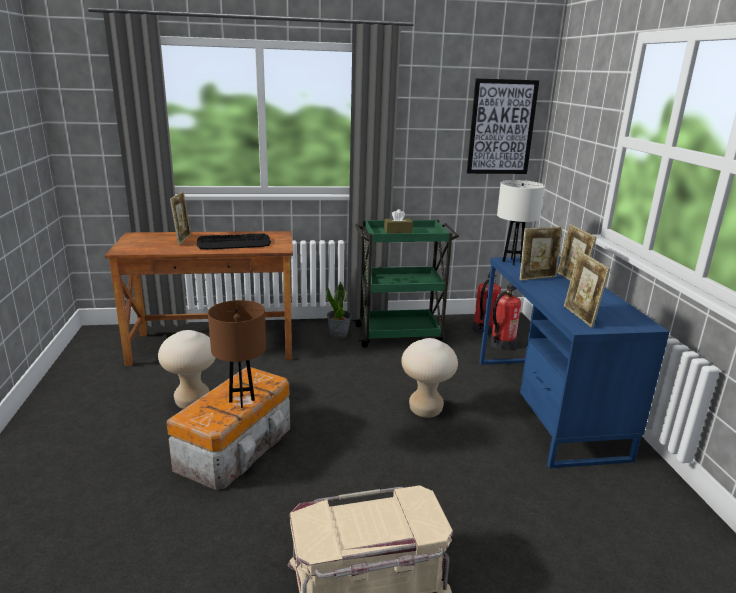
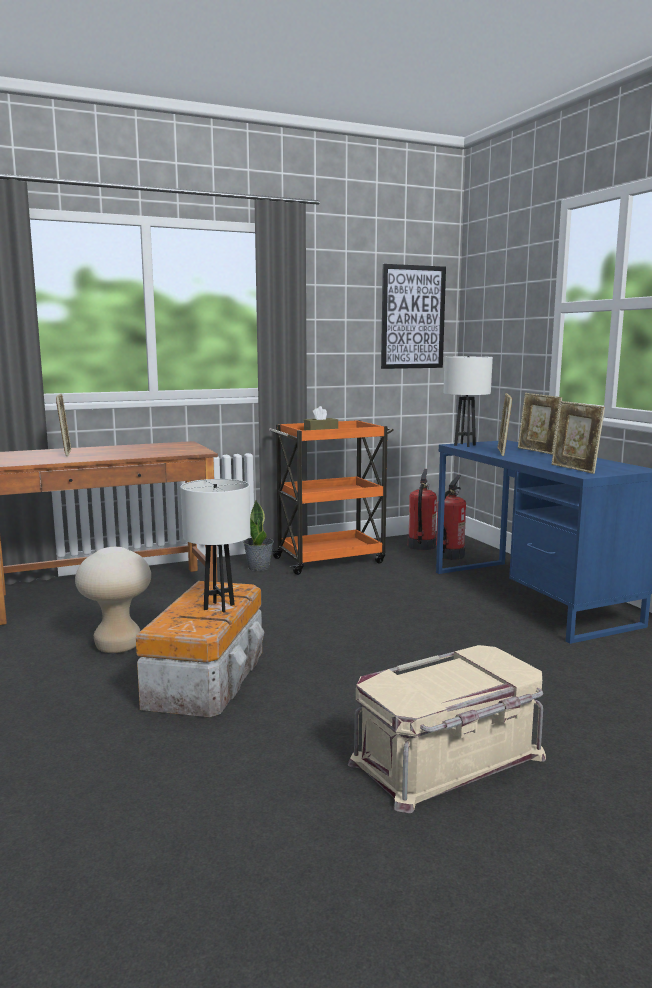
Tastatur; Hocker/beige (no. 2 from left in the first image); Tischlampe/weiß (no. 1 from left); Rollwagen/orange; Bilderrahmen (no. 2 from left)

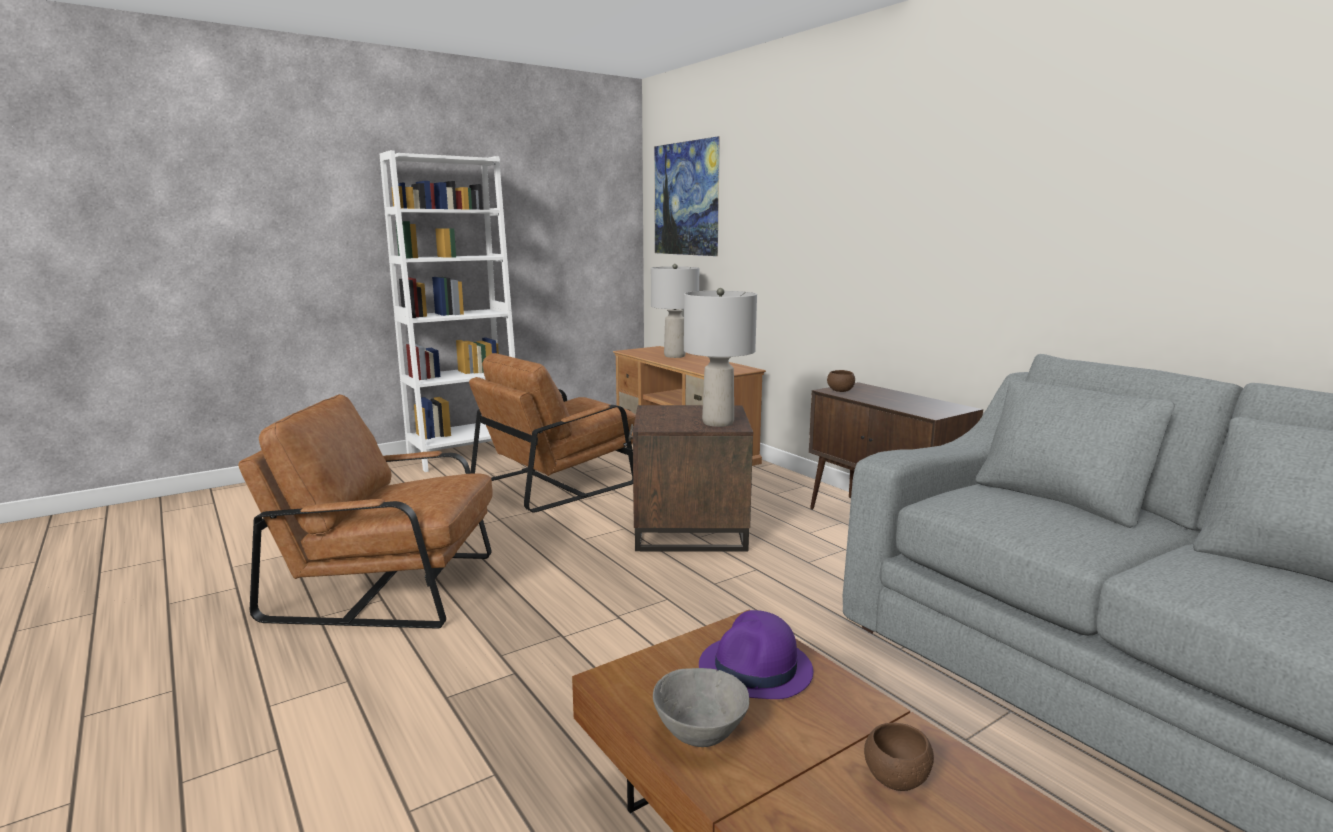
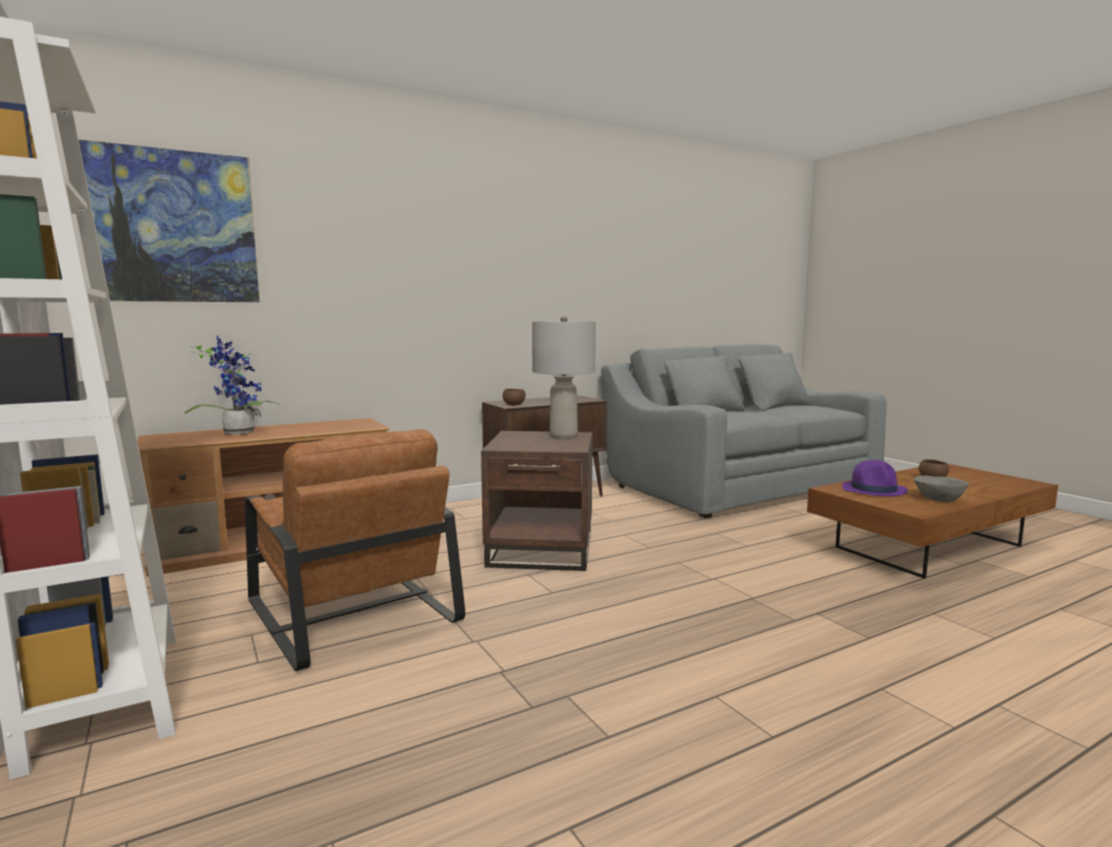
Sessel/braun (no. 1 from left in the first image); Topfpflanze

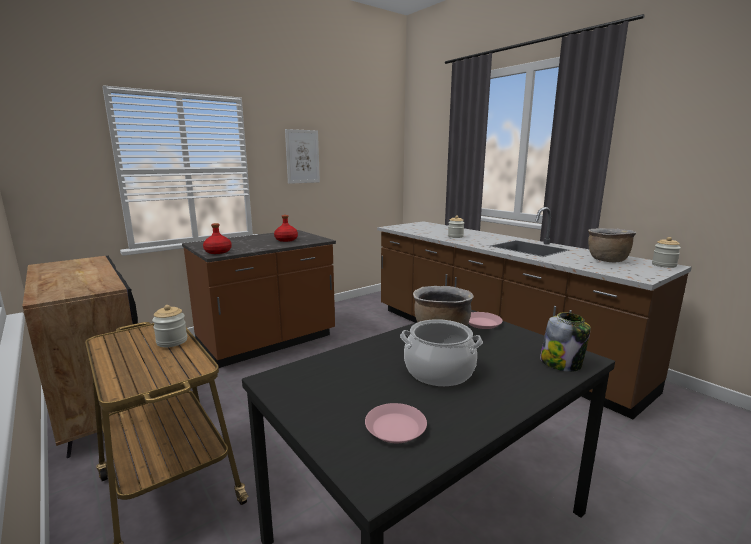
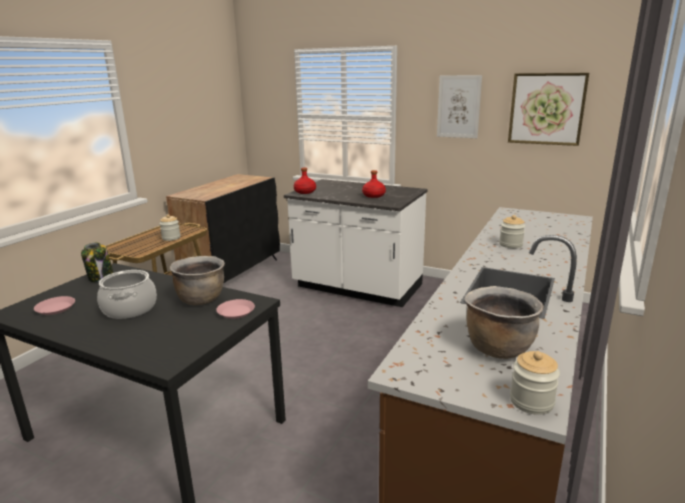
Bild (no. 2 from left); Vorratsglas (no. 1 from left); Küchenzeile/weiß

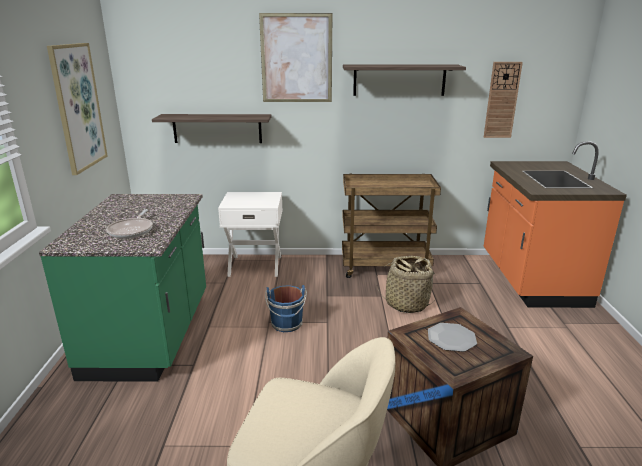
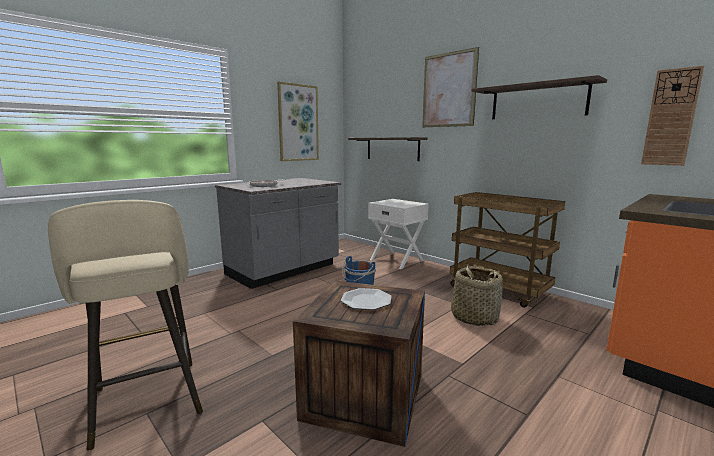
Küchenzeile/grau

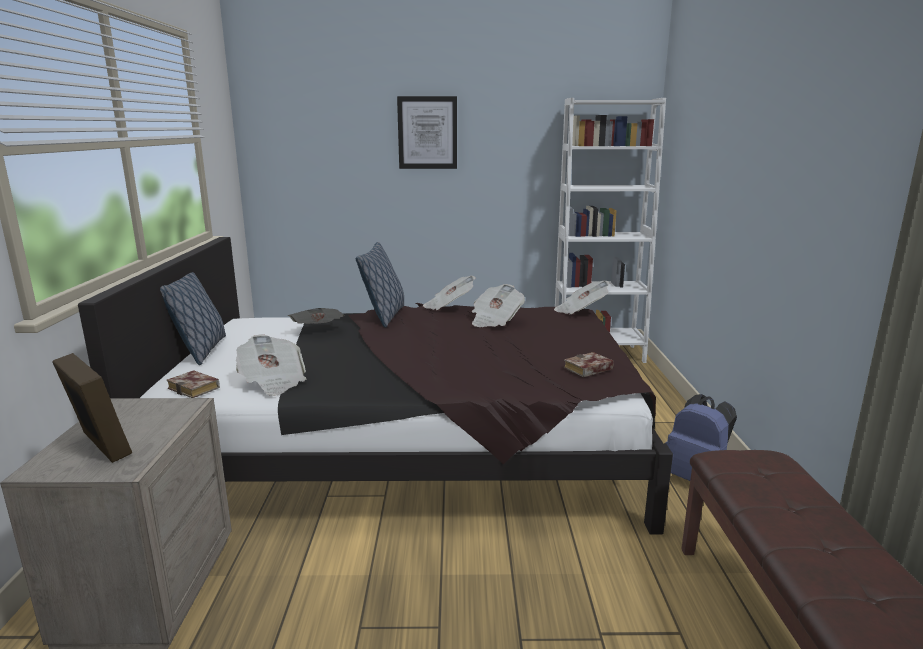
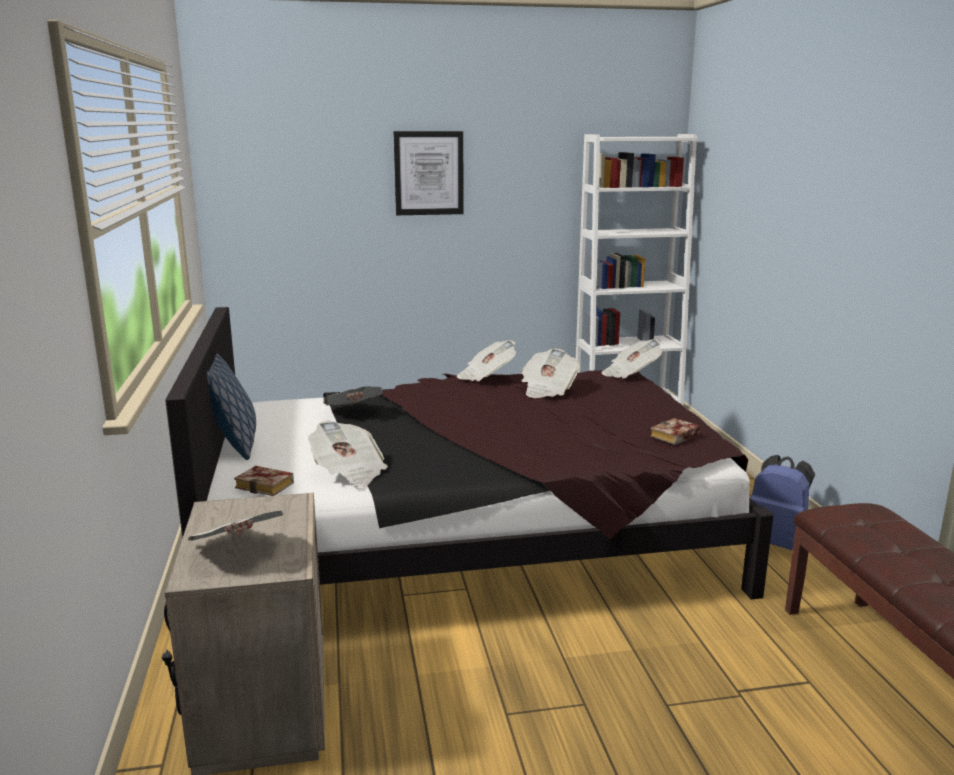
Kissen (no. 2 from left in the first image); Zeitung (no. 1 from left)

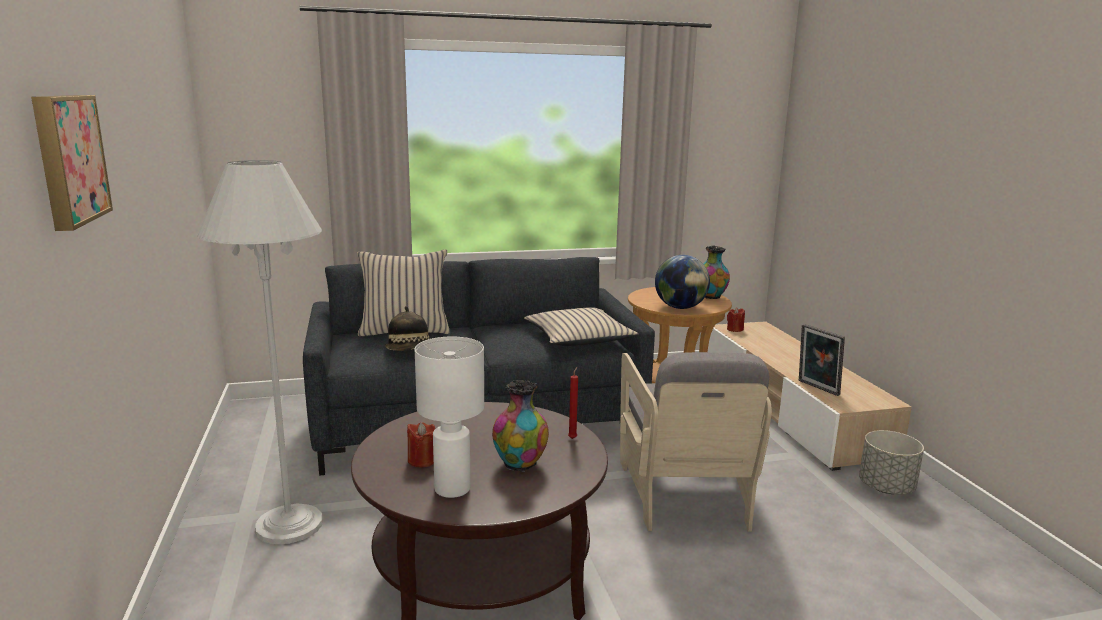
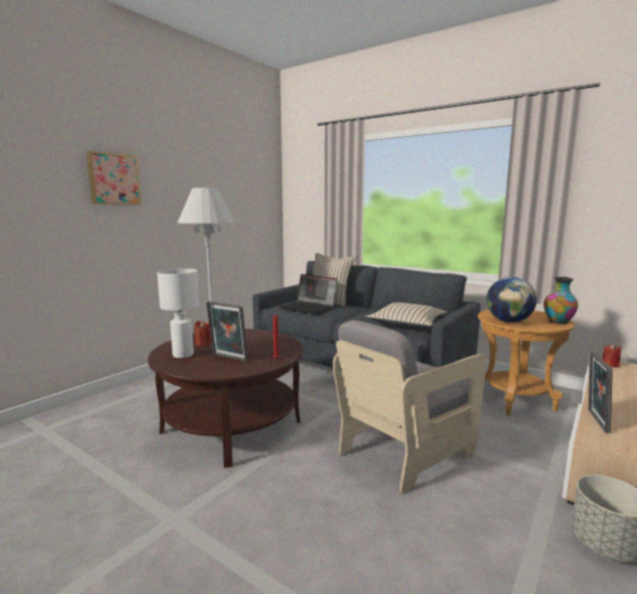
Laptop; Bilderrahmen (no. 1 from left)

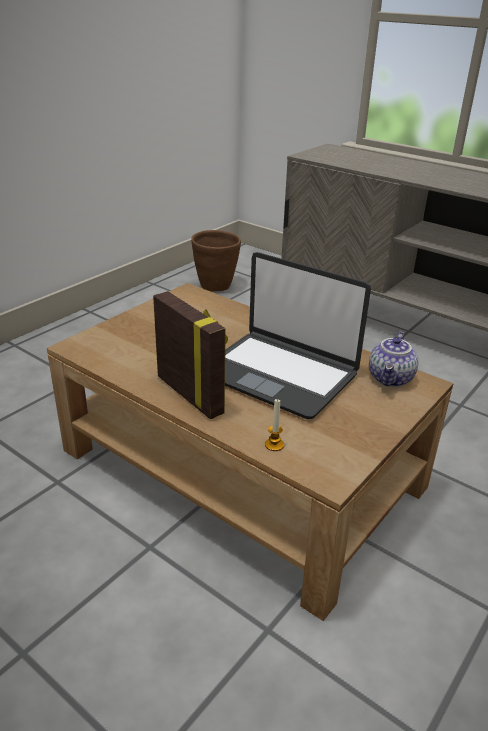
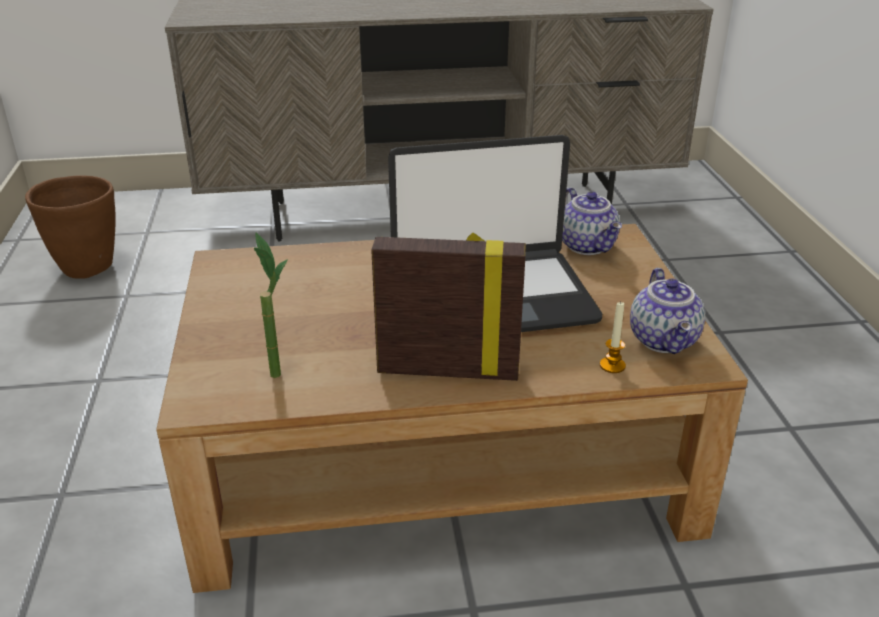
Topfpflanze; Teekanne (no. 2 from left)

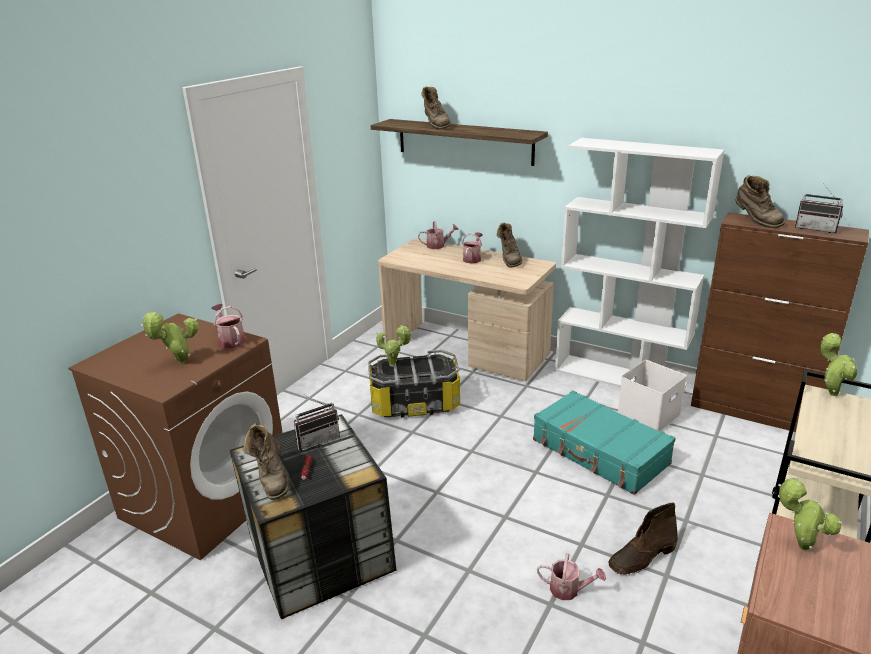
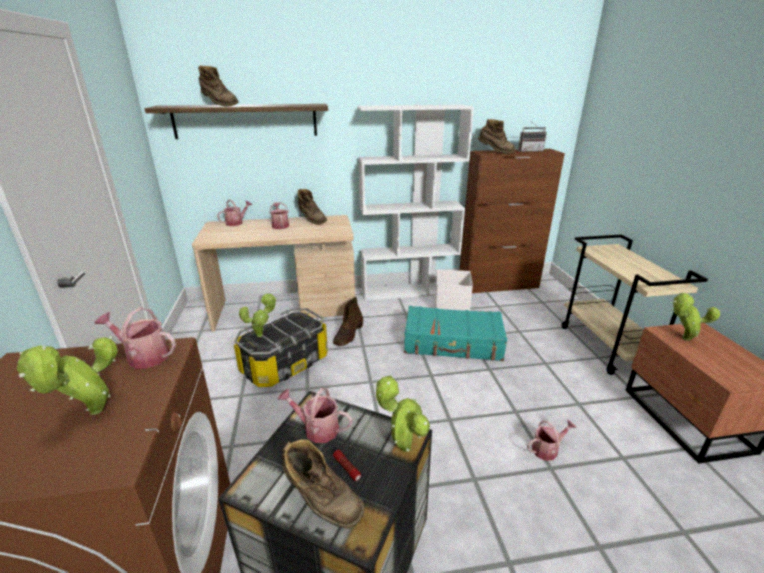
Stiefel/braun (no. 4 from left); Topfpflanze (no. 3 from left); Gießkanne (no. 4 from left)

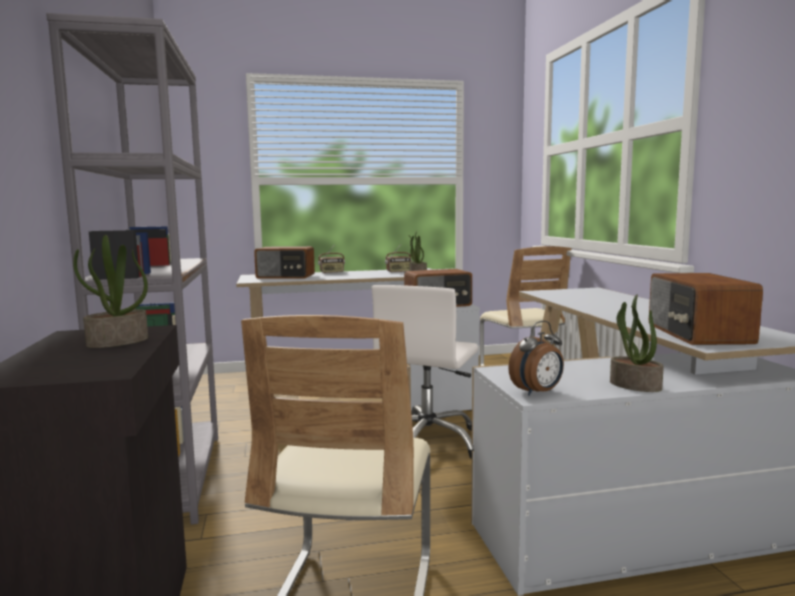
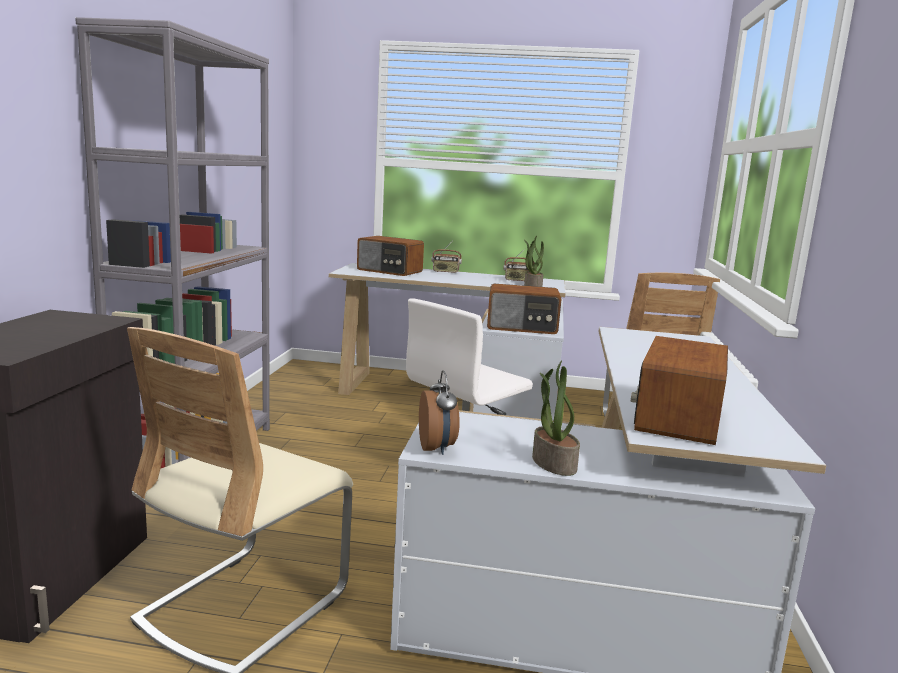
Topfpflanze (no. 1 from left in the first image); Wecker

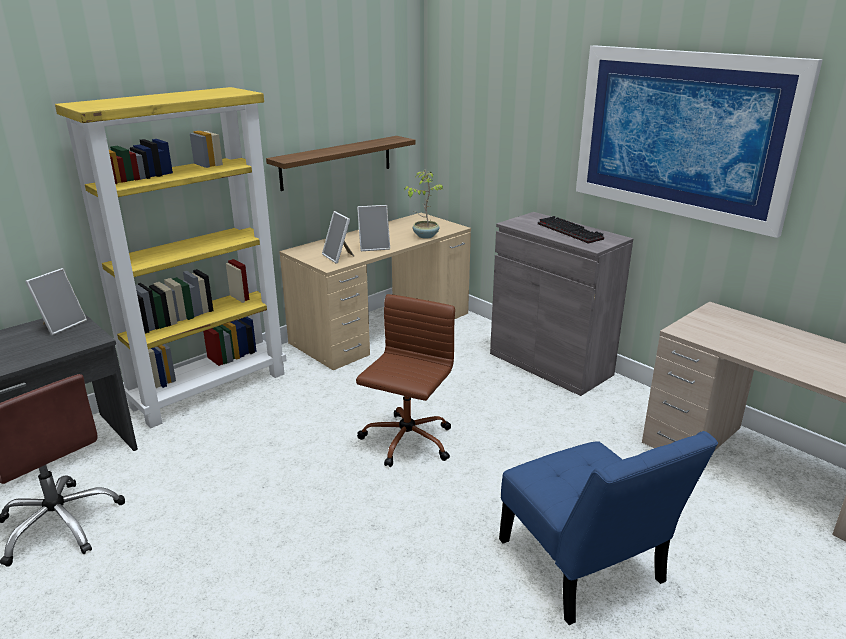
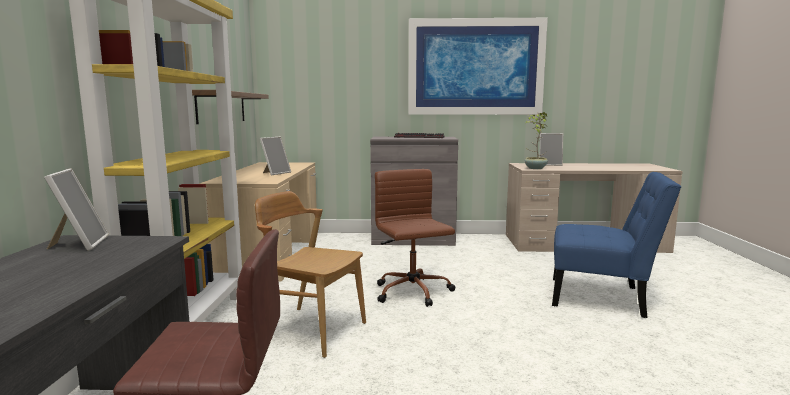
Stuhl/braun; Bilderrahmen (no. 3 from left); Topfpflanze

